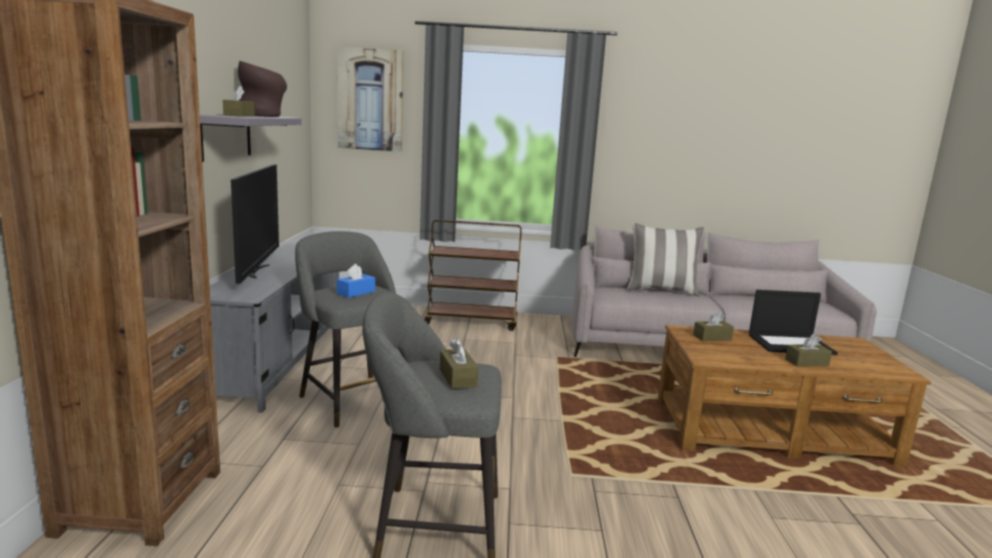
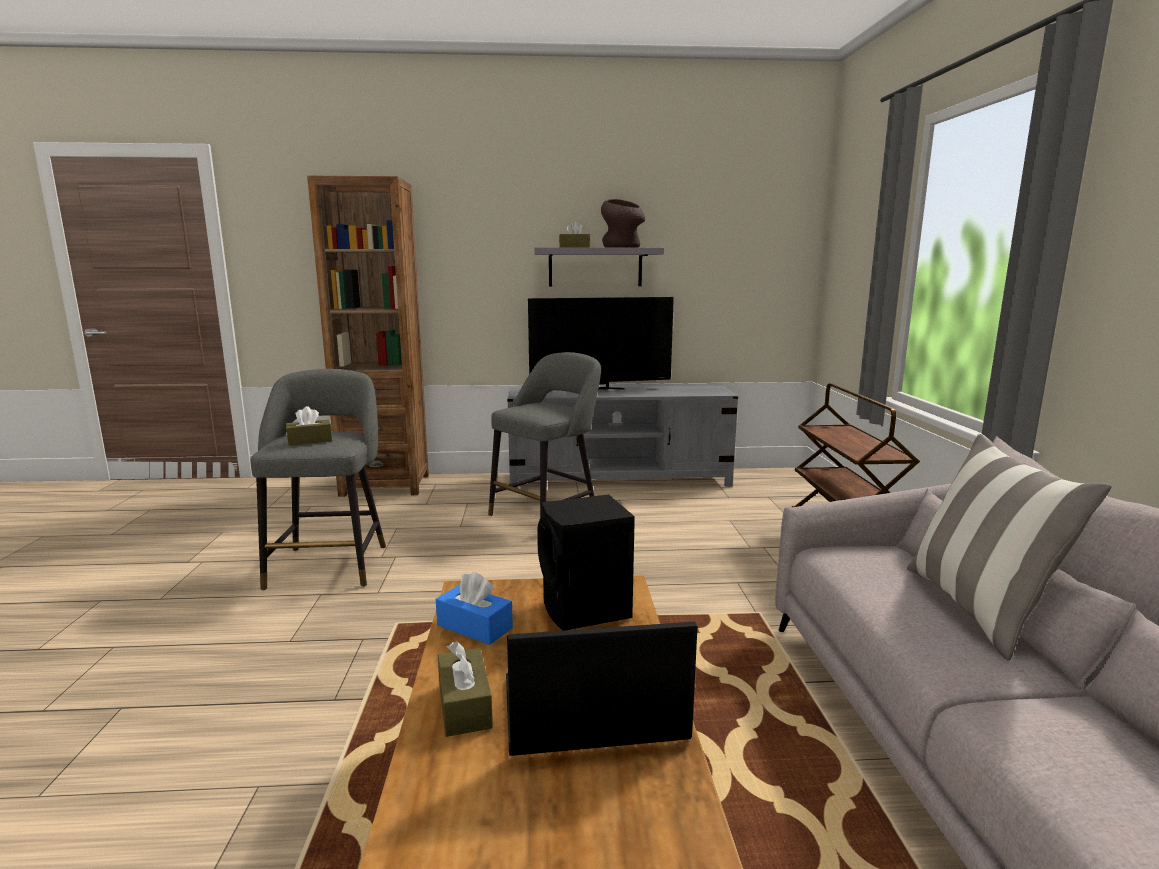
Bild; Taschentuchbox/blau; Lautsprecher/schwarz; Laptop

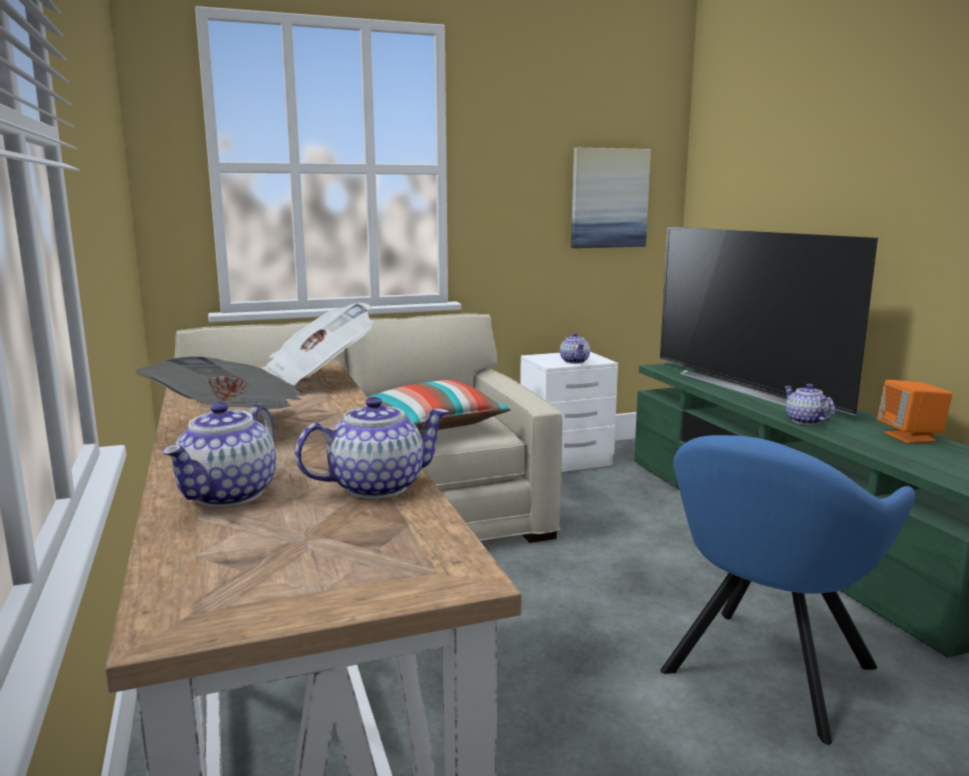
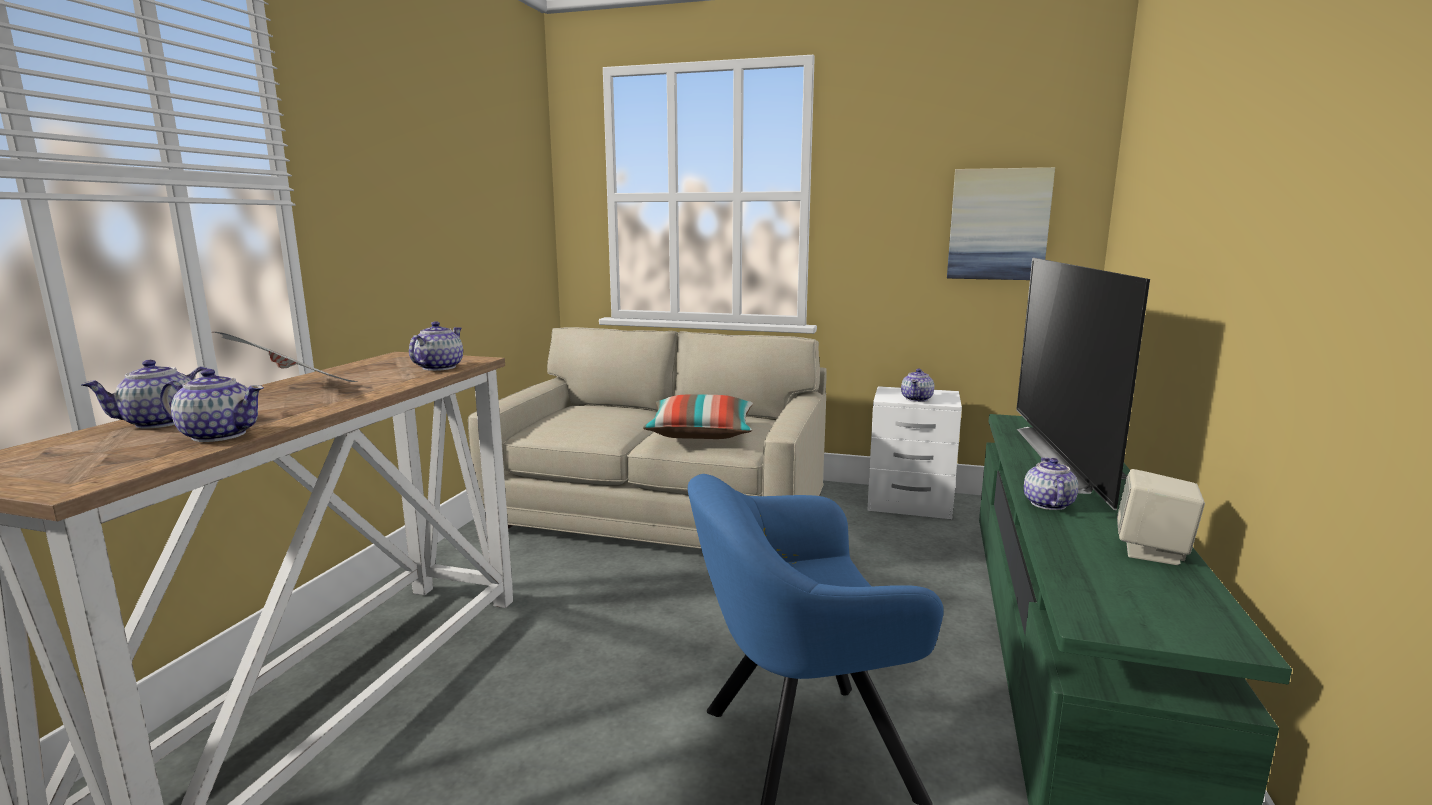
Teekanne (no. 3 from left); Lautsprecher/beige

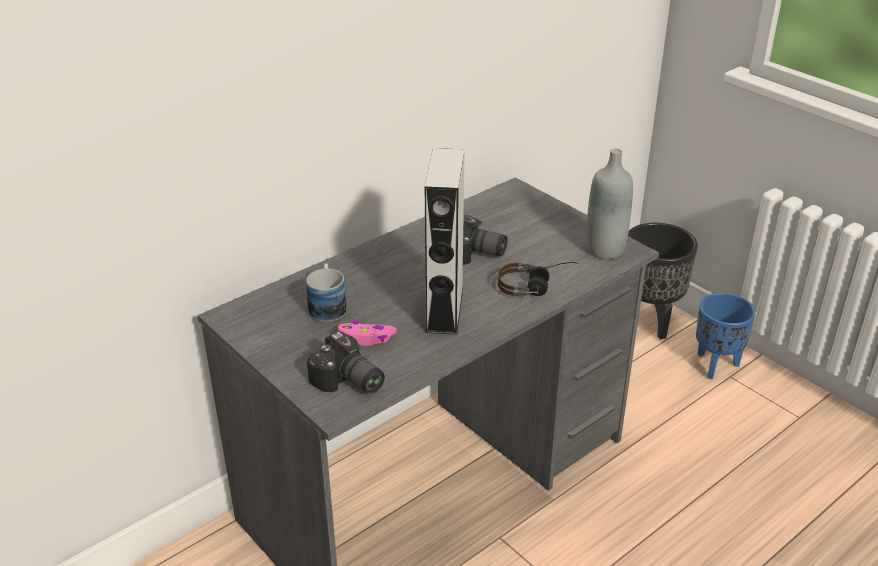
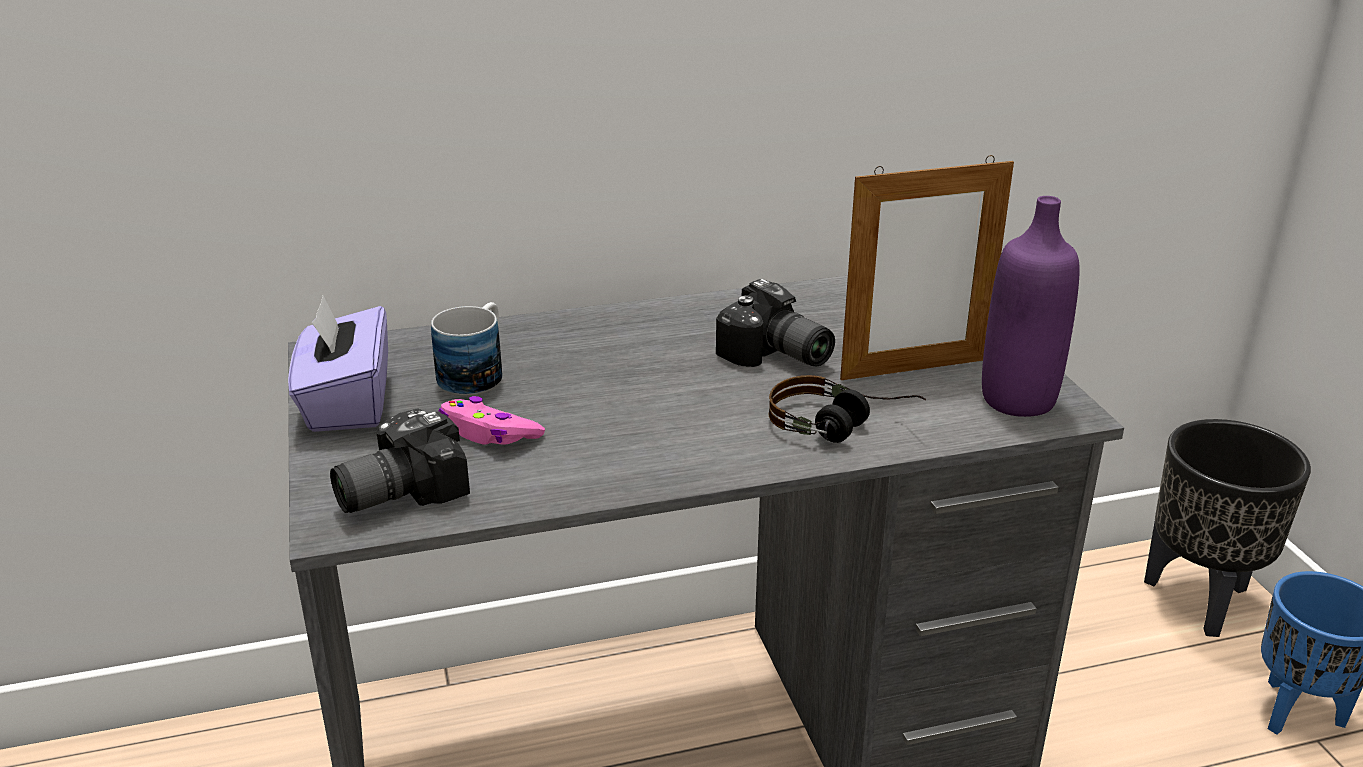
Lautsprecher/grau; Taschentuchbox/lila; Bilderrahmen; Flasche/lila; Kamera (no. 1 from left)

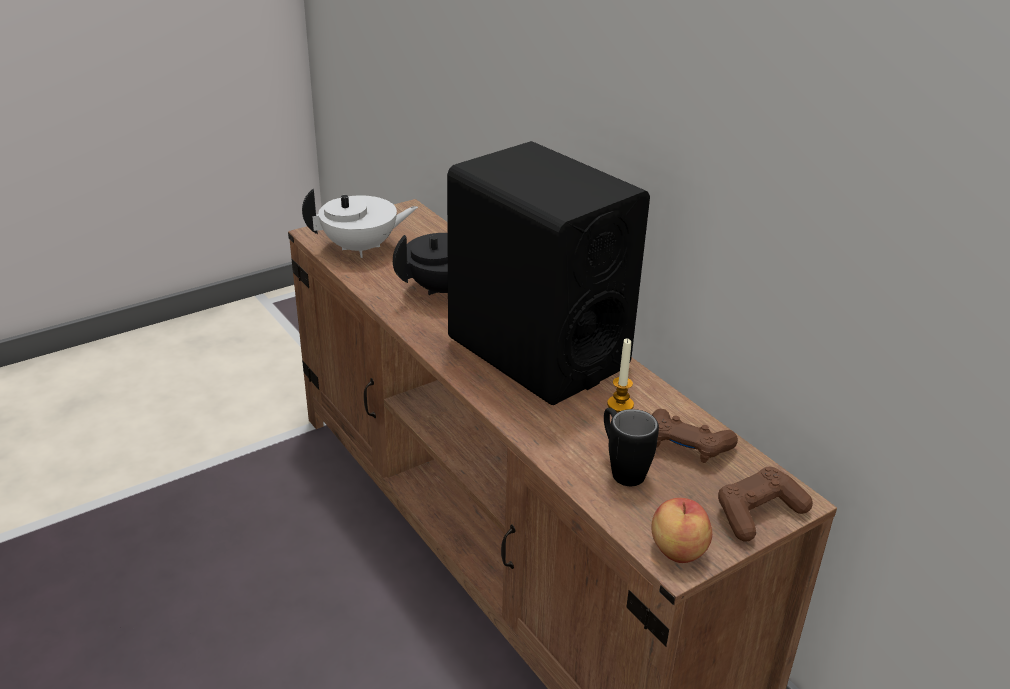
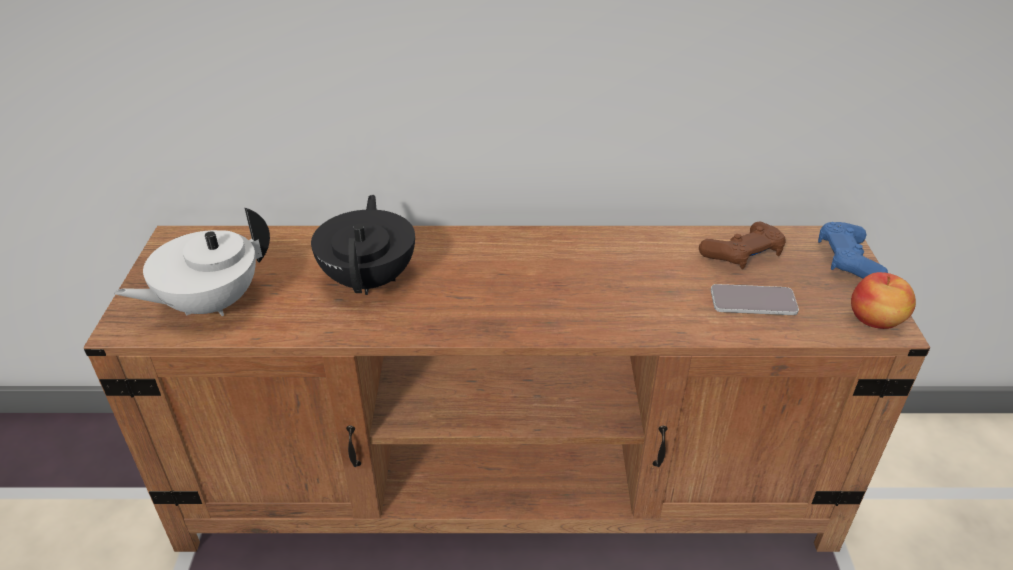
Lautsprecher/schwarz; Kerze; Handy; Gamepad/blau; Teekanne/weiß

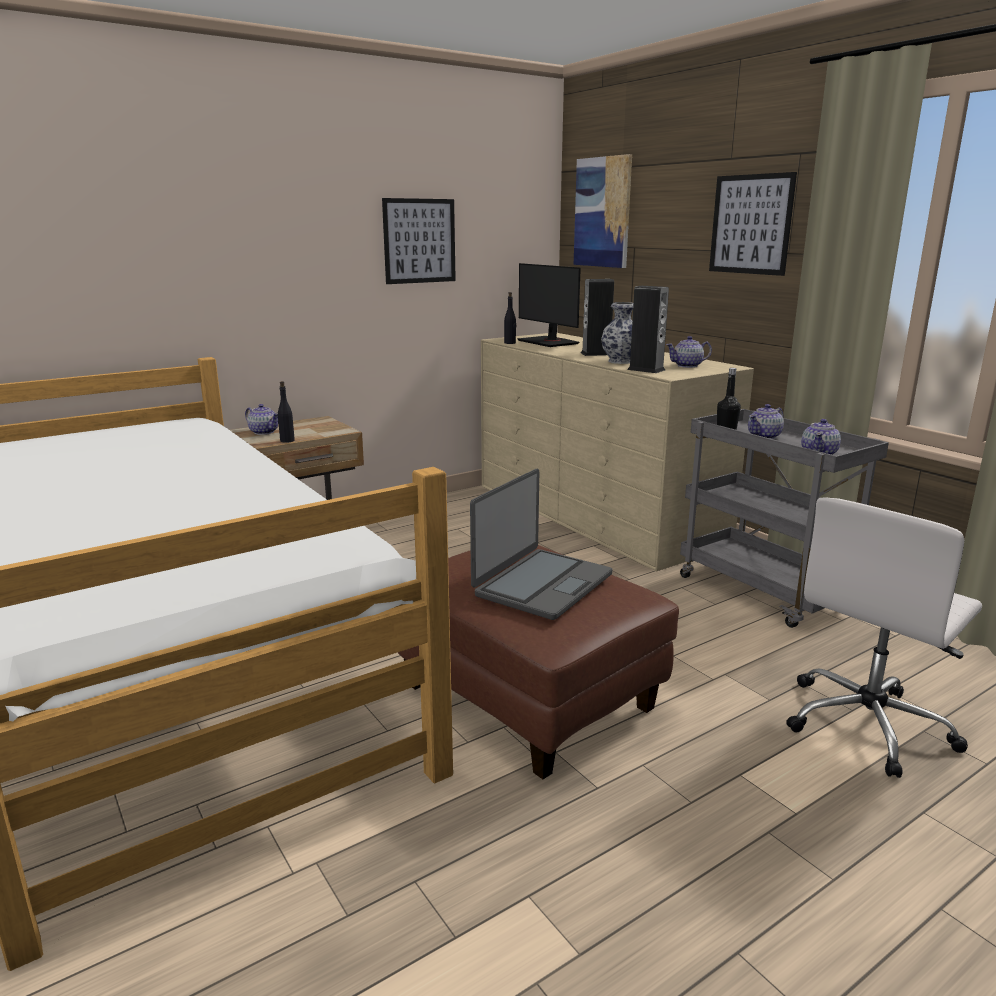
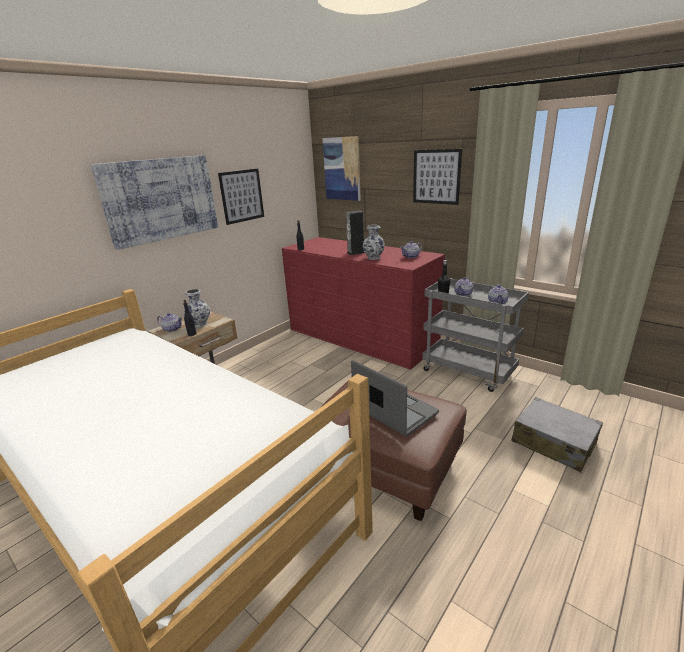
Monitor; Lautsprecher (no. 2 from left in the first image); Bild (no. 1 from left); Vase (no. 1 from left); Koffer/grau; Kommode/rot; Laptop

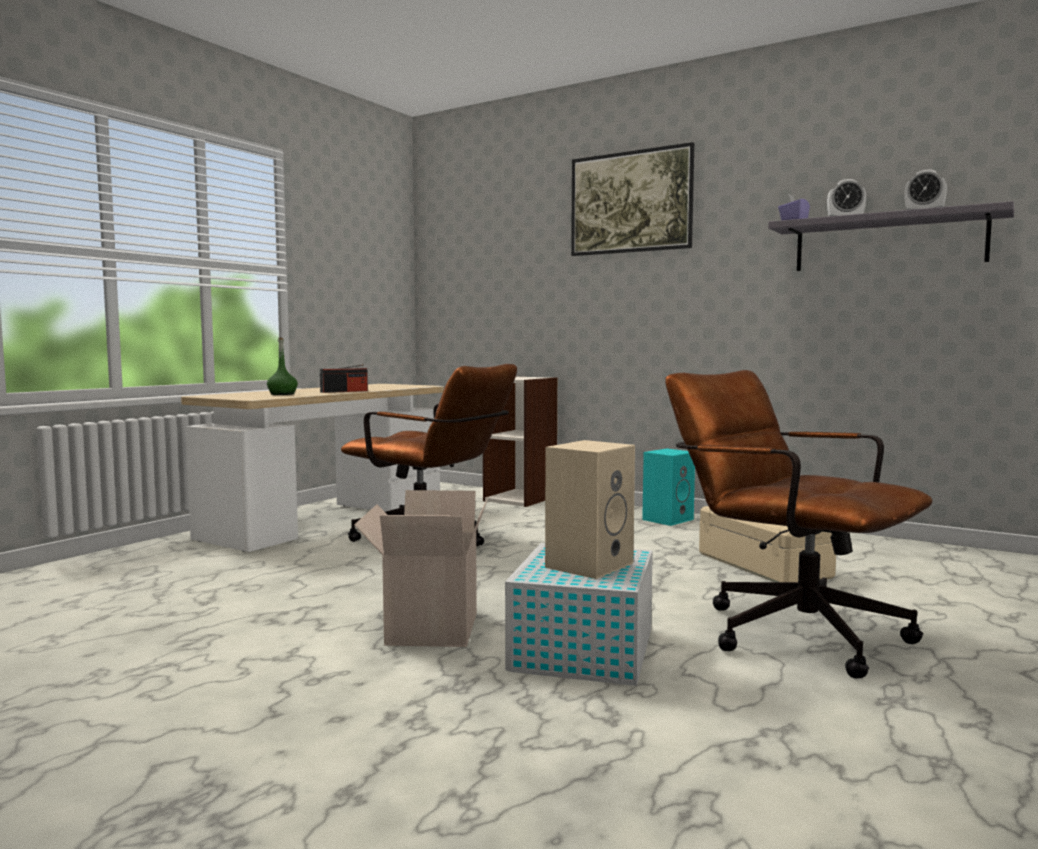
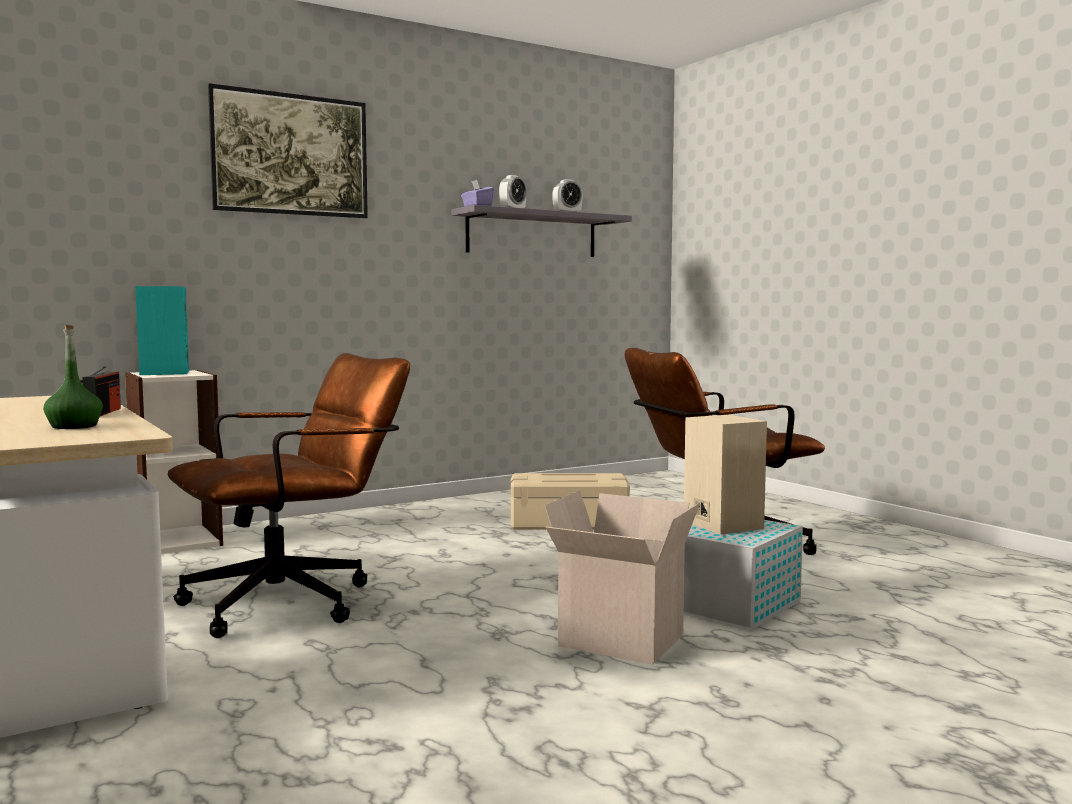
Lautsprecher/türkis

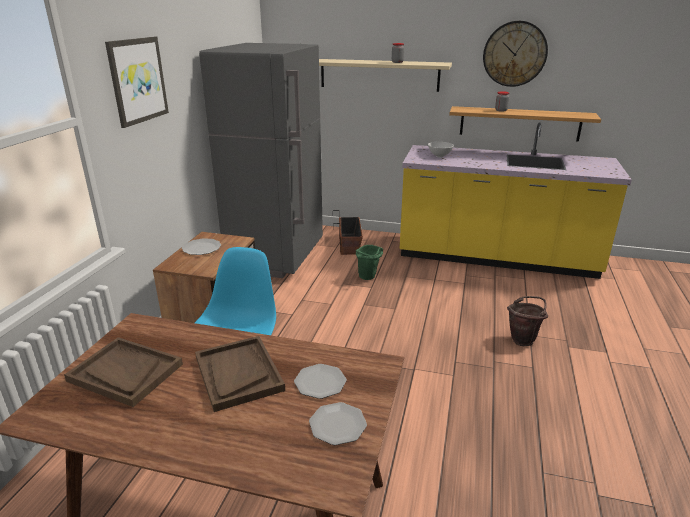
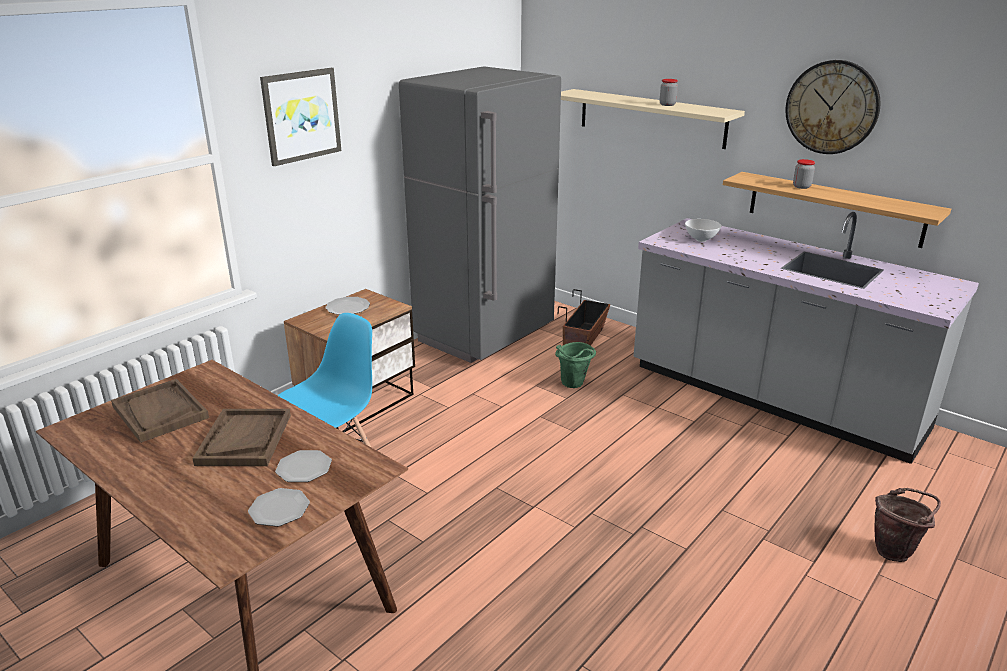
Eimer/braun; Küchenzeile/grau

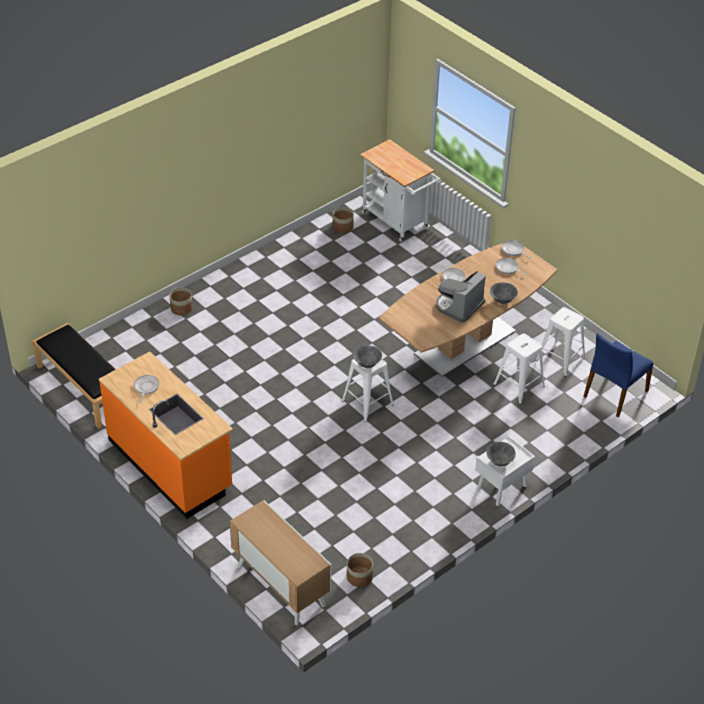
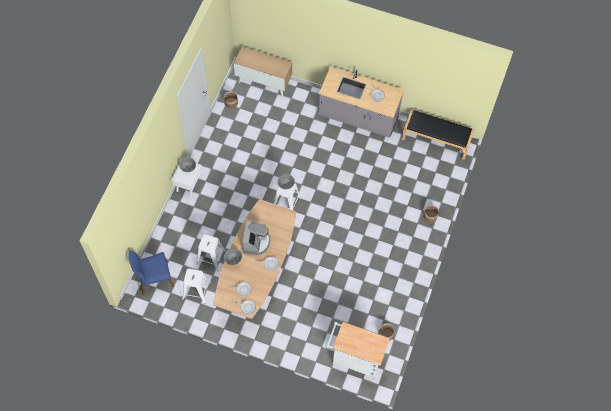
Küchenzeile/grau; Stuhl/blau

